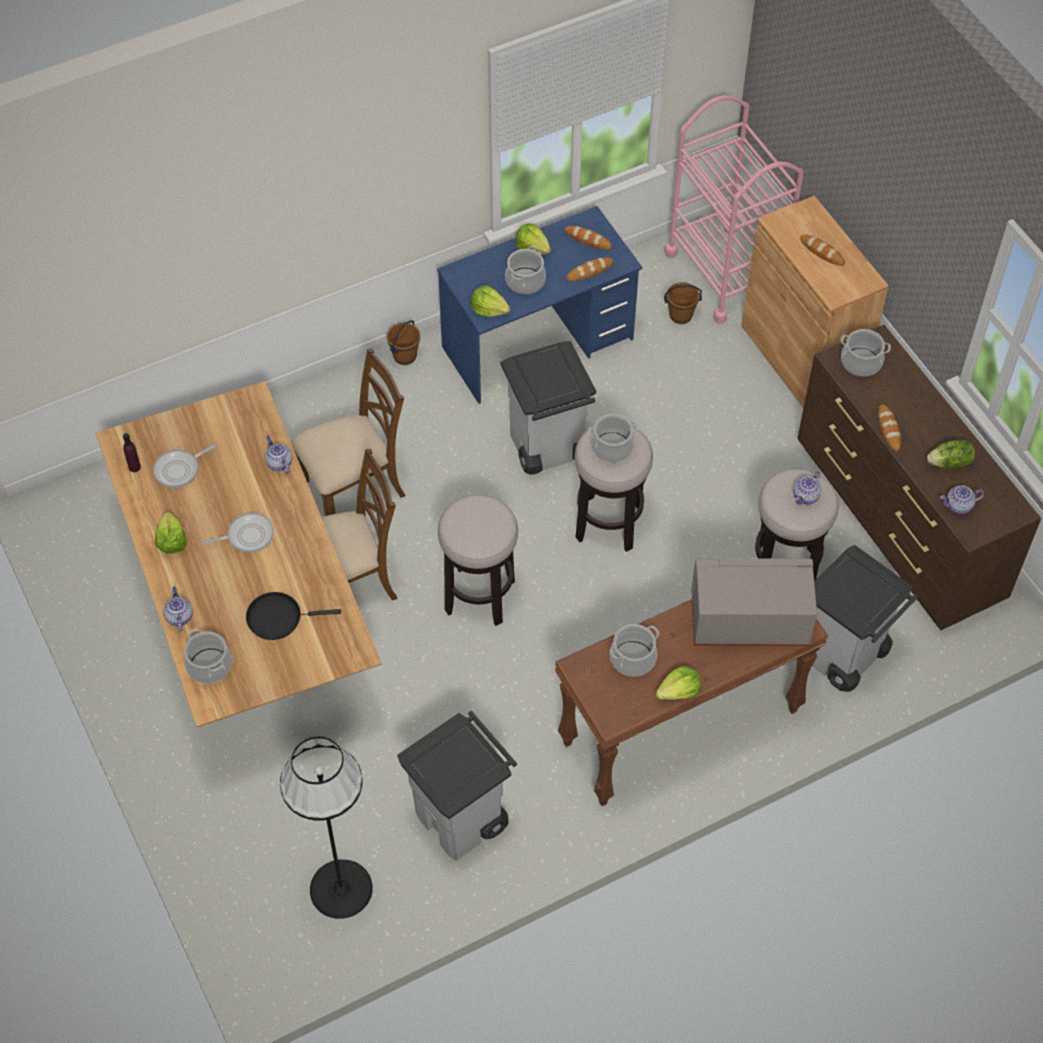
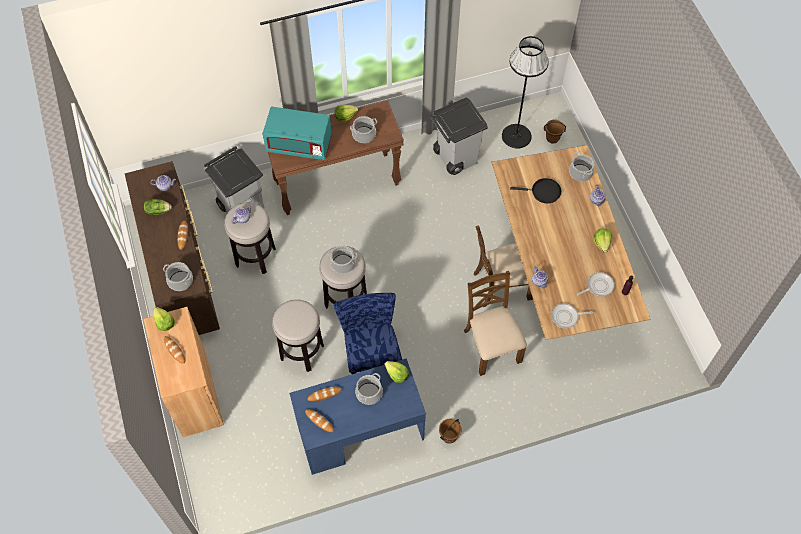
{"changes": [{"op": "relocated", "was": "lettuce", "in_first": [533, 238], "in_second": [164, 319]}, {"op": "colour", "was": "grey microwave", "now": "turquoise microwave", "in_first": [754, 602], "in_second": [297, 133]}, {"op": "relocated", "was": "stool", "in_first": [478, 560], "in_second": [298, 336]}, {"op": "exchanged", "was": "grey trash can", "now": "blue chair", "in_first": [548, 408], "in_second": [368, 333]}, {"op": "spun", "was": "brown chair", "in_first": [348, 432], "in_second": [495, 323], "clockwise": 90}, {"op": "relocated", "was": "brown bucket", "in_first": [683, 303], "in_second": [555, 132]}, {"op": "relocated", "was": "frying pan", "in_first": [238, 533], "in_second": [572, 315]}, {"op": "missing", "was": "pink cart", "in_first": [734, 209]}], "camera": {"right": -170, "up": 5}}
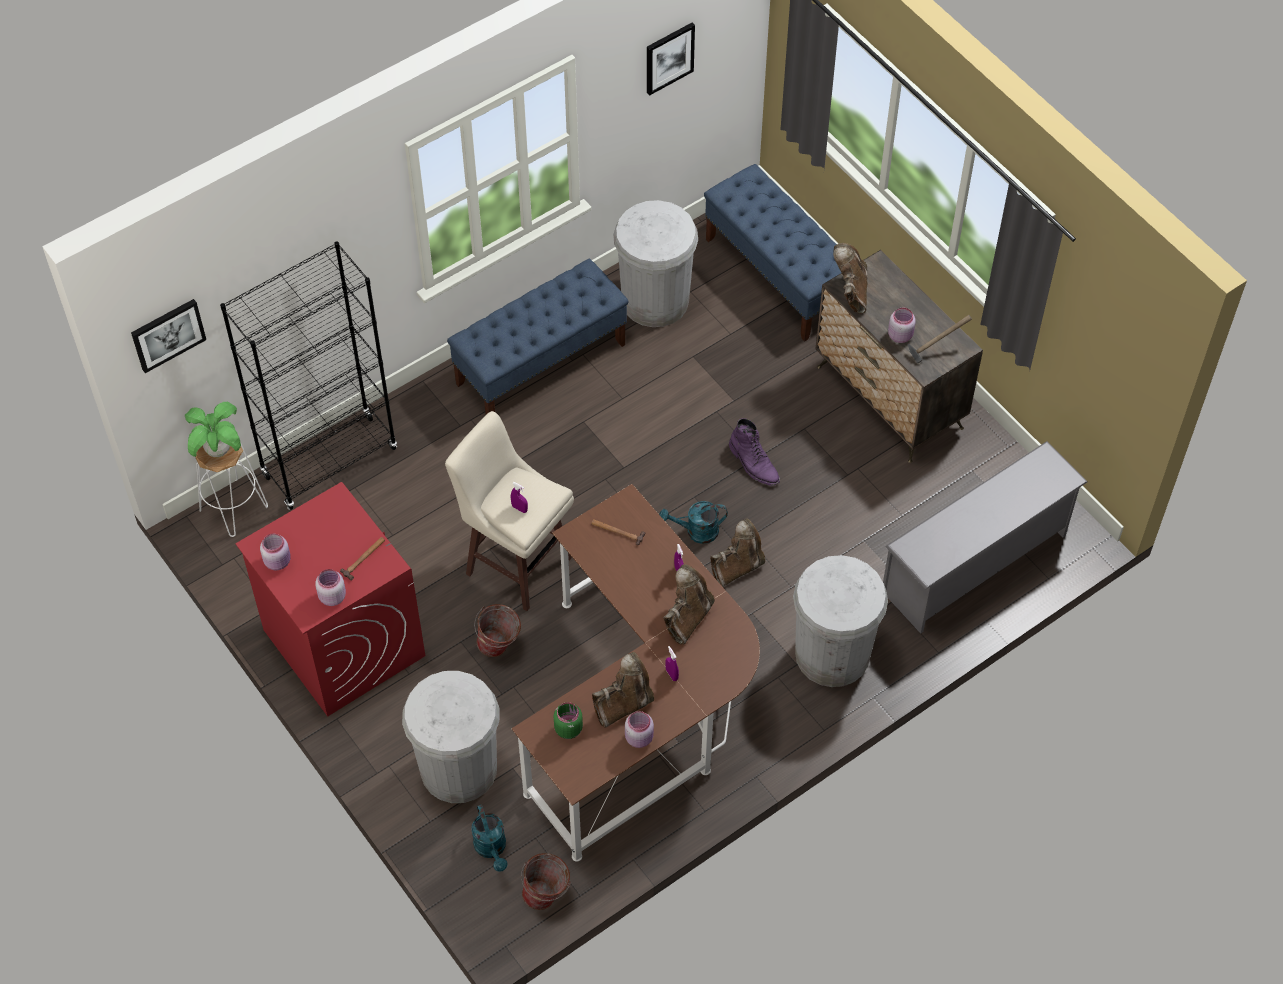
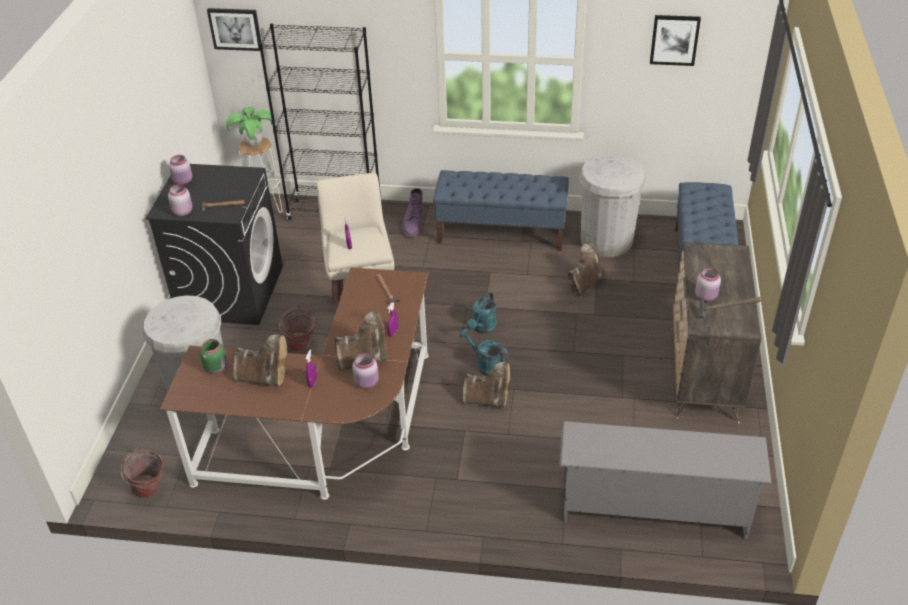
{"changes": [{"op": "colour", "was": "red washing machine", "now": "black washing machine", "in_first": [330, 599], "in_second": [214, 244]}, {"op": "relocated", "was": "pink jar", "in_first": [639, 729], "in_second": [365, 371]}, {"op": "relocated", "was": "purple boot", "in_first": [754, 452], "in_second": [412, 212]}, {"op": "relocated", "was": "turquoise watering can", "in_first": [489, 838], "in_second": [482, 313]}, {"op": "relocated", "was": "brown boot", "in_first": [850, 278], "in_second": [586, 269]}, {"op": "missing", "was": "white trash can", "in_first": [840, 621]}], "camera": {"right": 45, "up": -15}}
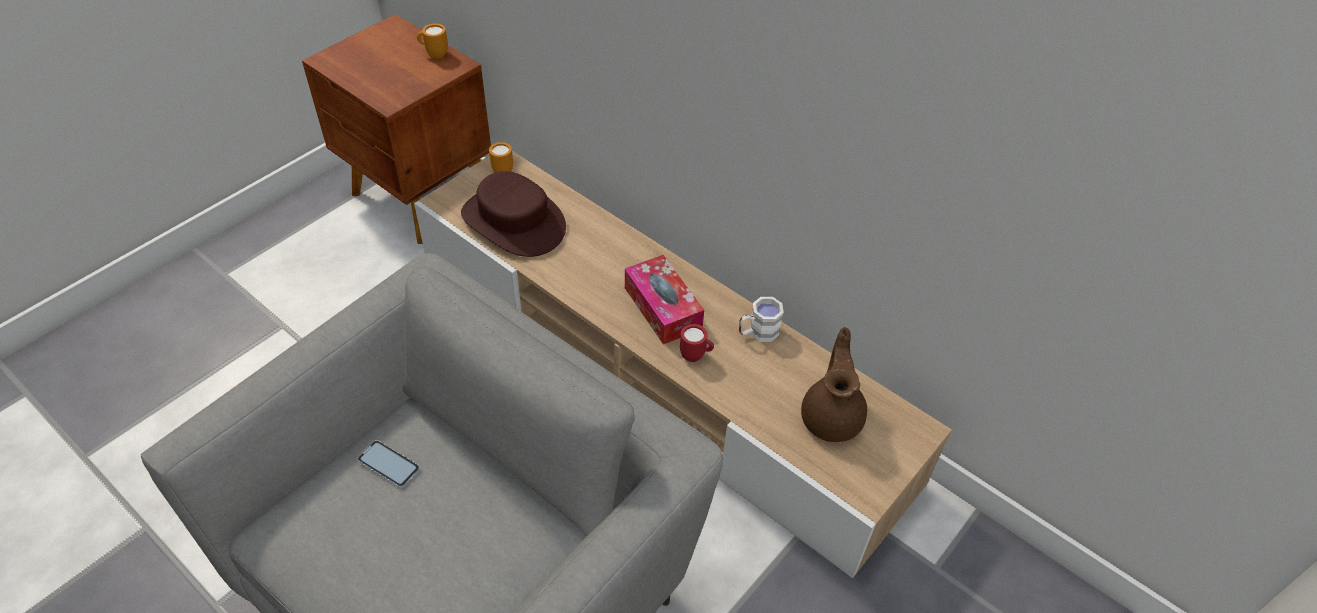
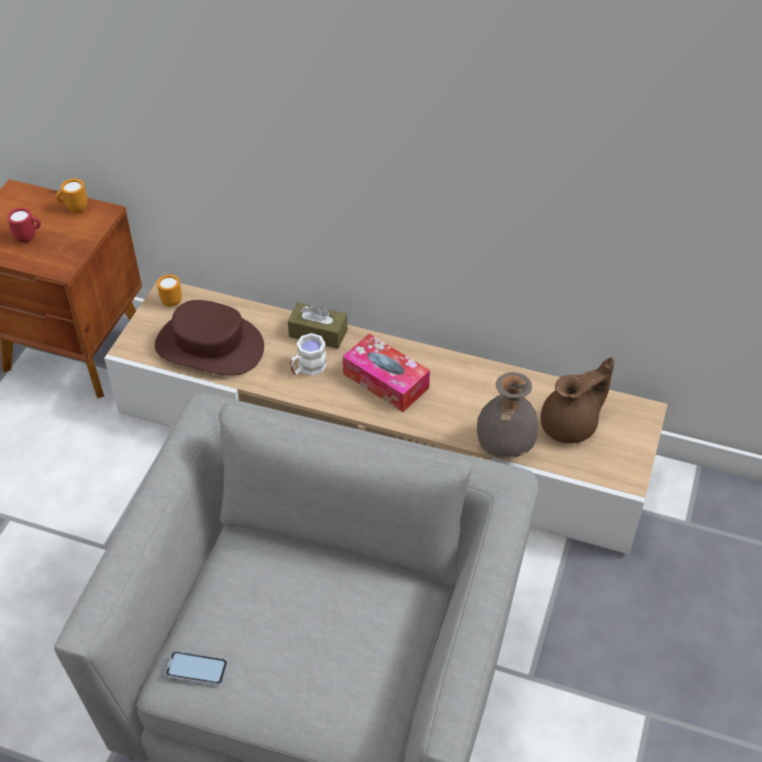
{"changes": [{"op": "relocated", "was": "red mug", "in_first": [697, 343], "in_second": [24, 225]}, {"op": "relocated", "was": "phone", "in_first": [388, 464], "in_second": [196, 668]}, {"op": "appeared", "now": "brown tissue box", "in_second": [318, 325]}, {"op": "relocated", "was": "white mug", "in_first": [761, 319], "in_second": [308, 354]}, {"op": "appeared", "now": "grey vase", "in_second": [507, 415]}, {"op": "spun", "was": "brown teapot", "in_first": [834, 384], "in_second": [577, 400], "clockwise": 75}], "camera": {"right": -20, "up": 0}}
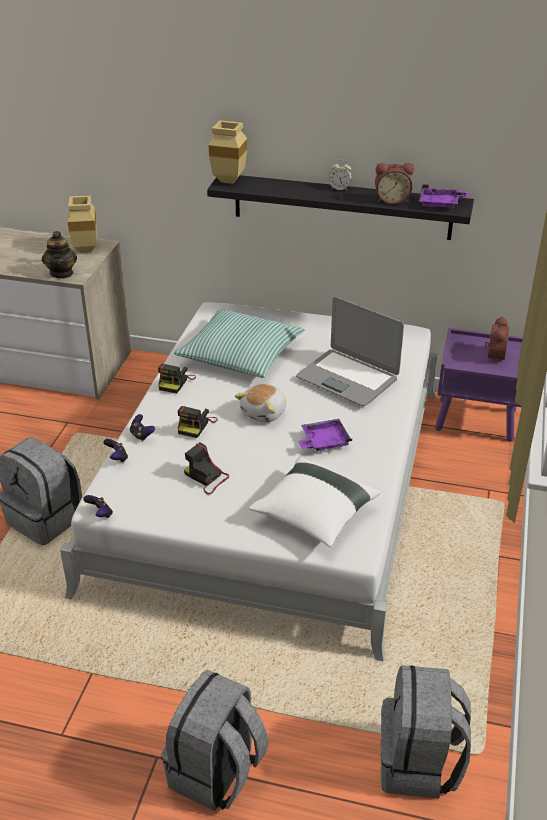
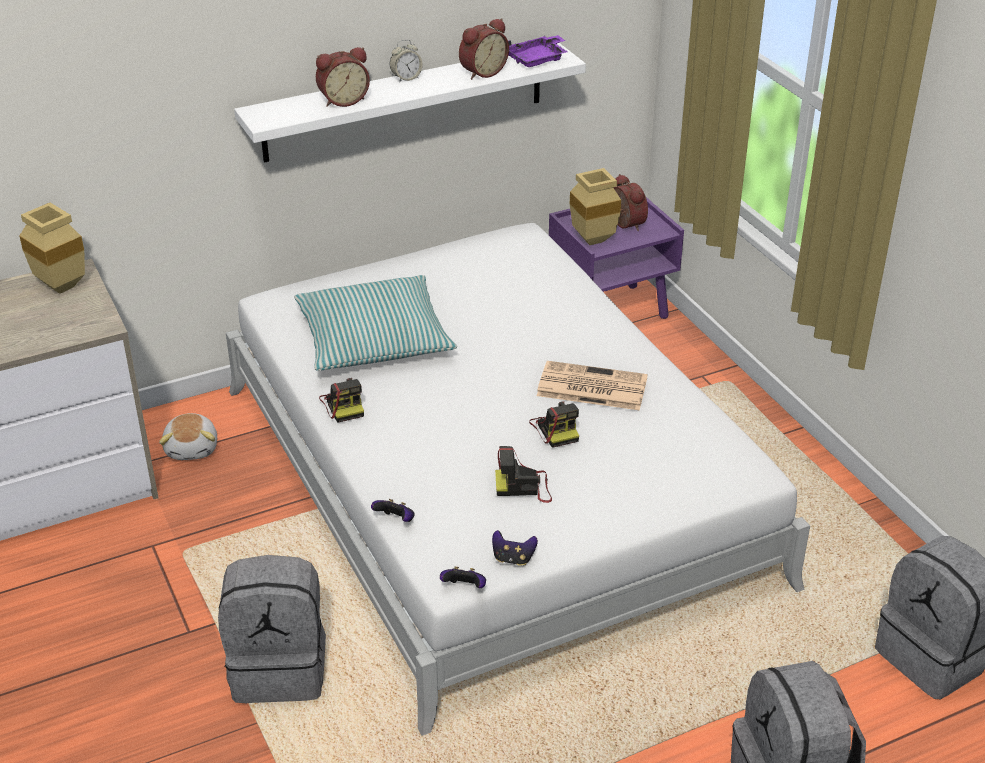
{"changes": [{"op": "relocated", "was": "plush toy", "in_first": [260, 403], "in_second": [188, 436]}, {"op": "colour", "was": "black shelf", "now": "white shelf", "in_first": [340, 207], "in_second": [410, 103]}, {"op": "appeared", "now": "alarm clock", "in_second": [343, 77]}, {"op": "relocated", "was": "game controller", "in_first": [142, 427], "in_second": [515, 548]}, {"op": "relocated", "was": "photo camera", "in_first": [198, 422], "in_second": [554, 424]}, {"op": "exchanged", "was": "purple tray", "now": "newspaper", "in_first": [325, 435], "in_second": [592, 385]}, {"op": "relocated", "was": "beige vase", "in_first": [227, 152], "in_second": [595, 206]}, {"op": "missing", "was": "teapot", "in_first": [59, 254]}, {"op": "missing", "was": "white pillow", "in_first": [314, 502]}, {"op": "missing", "was": "laptop", "in_first": [350, 351]}], "camera": {"right": -40, "up": 0}}
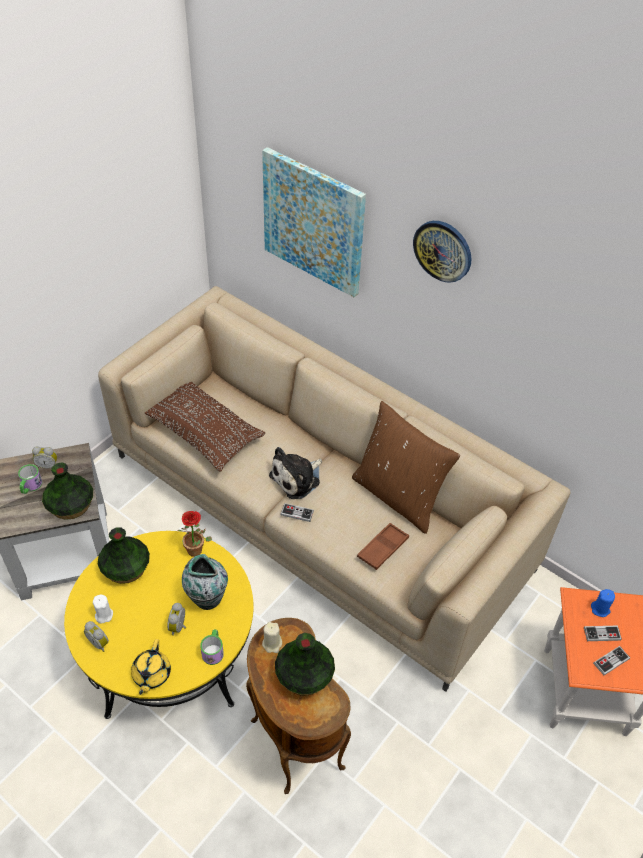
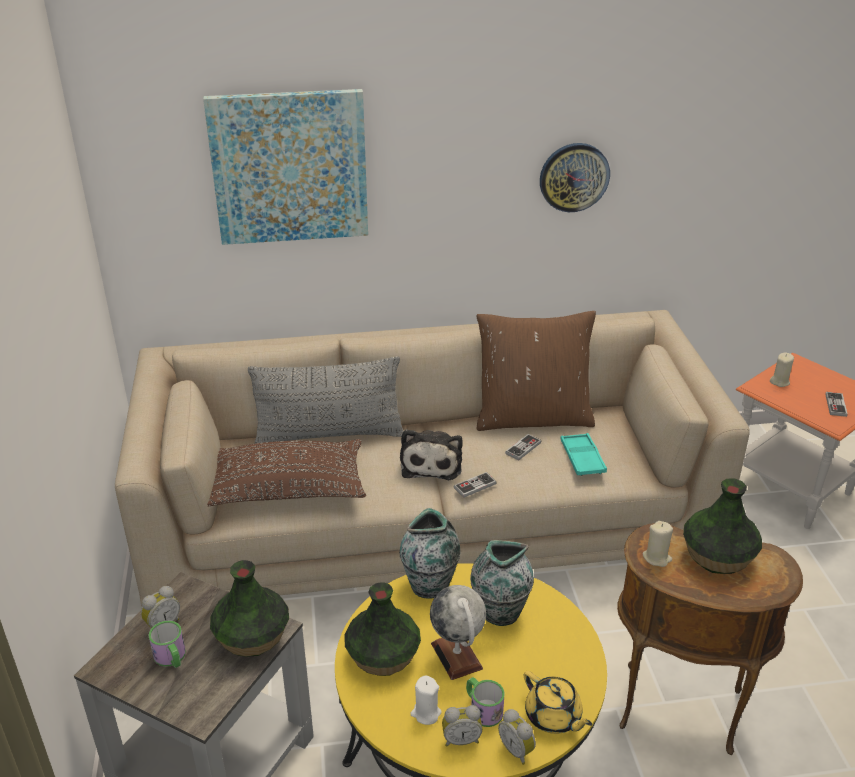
{"changes": [{"op": "appeared", "now": "grey pillow", "in_second": [326, 400]}, {"op": "exchanged", "was": "potted plant", "now": "vase", "in_first": [195, 534], "in_second": [430, 553]}, {"op": "appeared", "now": "globe", "in_second": [458, 632]}, {"op": "relocated", "was": "mug", "in_first": [212, 647], "in_second": [485, 702]}, {"op": "relocated", "was": "alarm clock", "in_first": [176, 619], "in_second": [517, 737]}, {"op": "relocated", "was": "game controller", "in_first": [603, 633], "in_second": [523, 447]}, {"op": "relocated", "was": "wall clock", "in_first": [442, 252], "in_second": [575, 177]}, {"op": "colour", "was": "brown tray", "now": "turquoise tray", "in_first": [383, 546], "in_second": [583, 454]}, {"op": "colour", "was": "blue candle", "now": "beige candle", "in_first": [603, 603], "in_second": [782, 369]}], "camera": {"right": -45, "up": -15}}
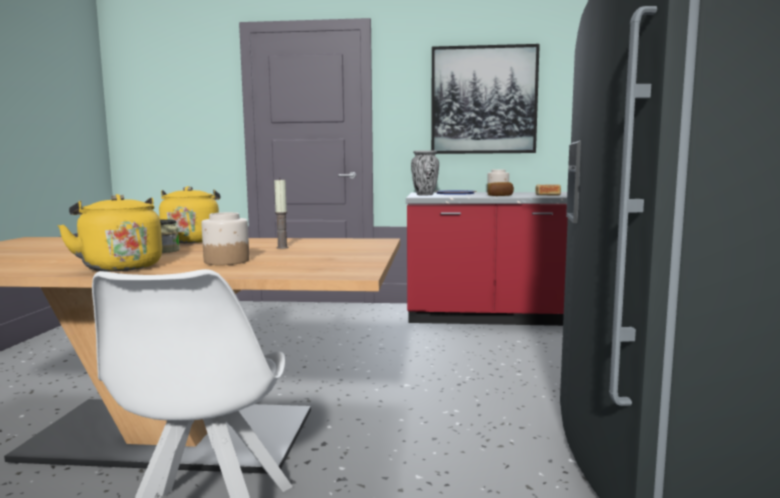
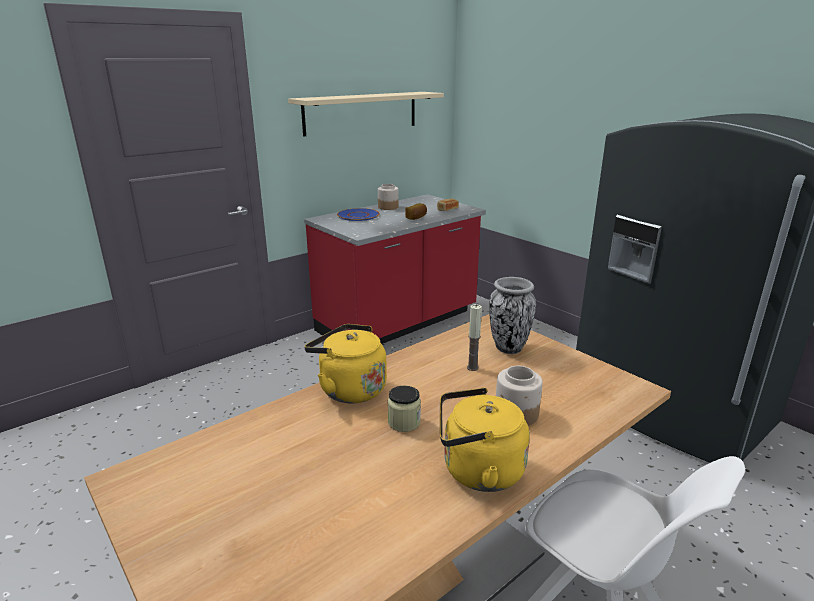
{"changes": [{"op": "exchanged", "was": "picture", "now": "beige shelf", "in_first": [485, 99], "in_second": [366, 114]}, {"op": "relocated", "was": "vase", "in_first": [425, 172], "in_second": [512, 315]}], "camera": {"right": -45, "up": 15}}
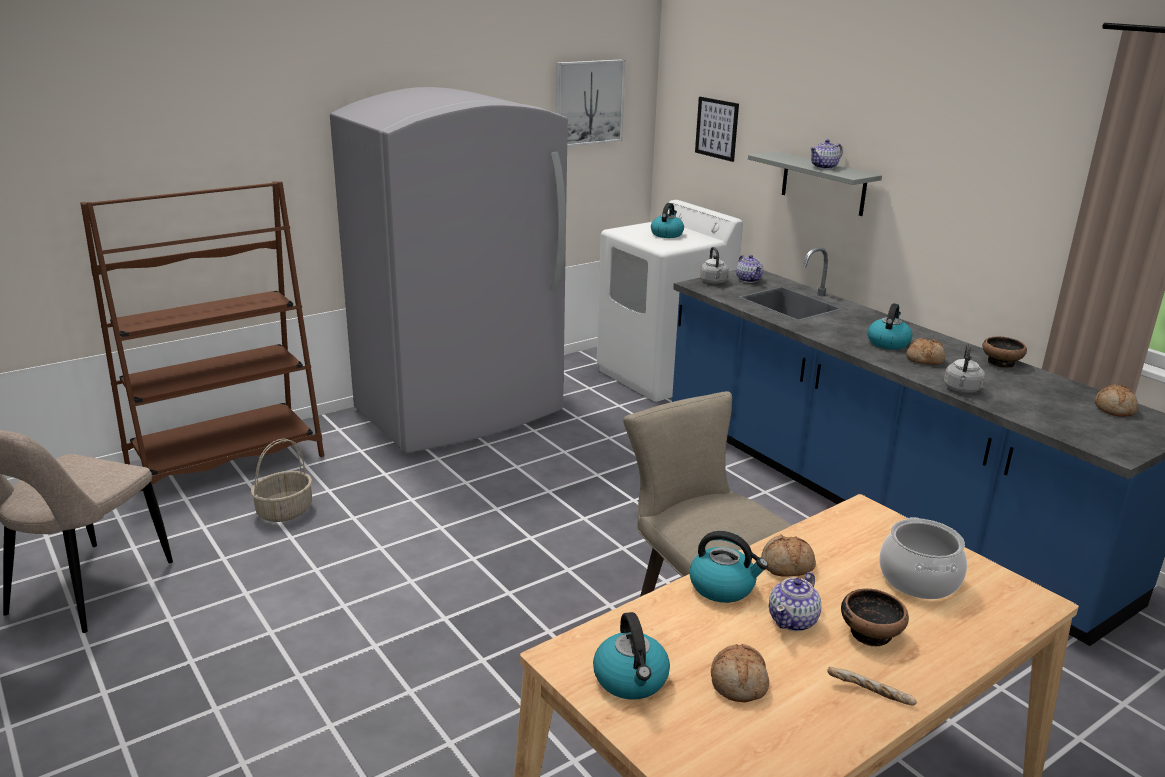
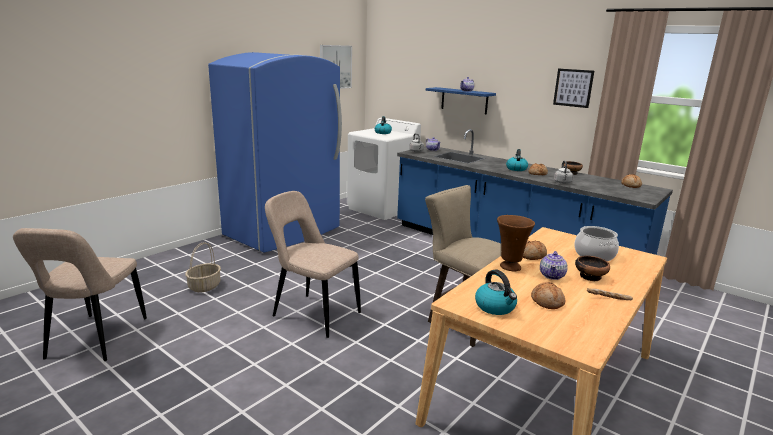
{"changes": [{"op": "colour", "was": "grey fridge", "now": "blue fridge", "in_first": [449, 270], "in_second": [275, 152]}, {"op": "appeared", "now": "beige chair", "in_second": [313, 264]}, {"op": "colour", "was": "grey shelf", "now": "blue shelf", "in_first": [815, 183], "in_second": [461, 100]}, {"op": "exchanged", "was": "kettle", "now": "brown vase", "in_first": [728, 567], "in_second": [516, 243]}, {"op": "relocated", "was": "picture", "in_first": [717, 129], "in_second": [573, 88]}, {"op": "missing", "was": "brown bookcase", "in_first": [202, 332]}], "camera": {"right": -15, "up": -5}}
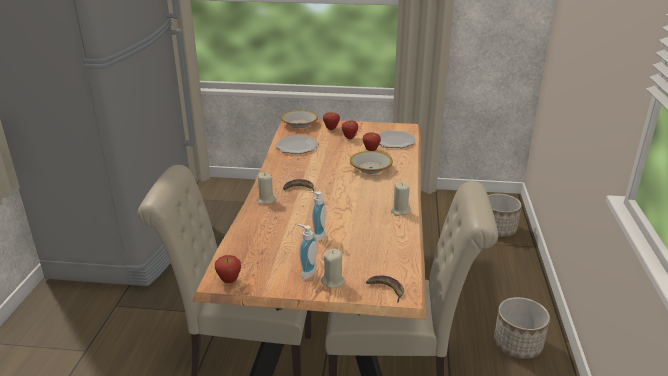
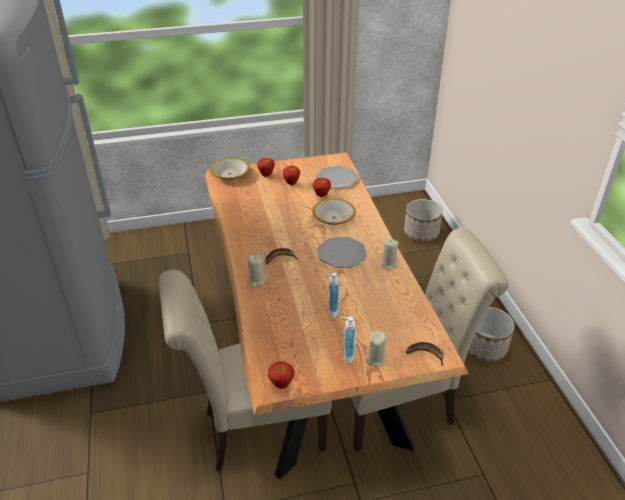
{"changes": [{"op": "relocated", "was": "plate", "in_first": [297, 145], "in_second": [342, 252]}], "camera": {"right": -20, "up": 10}}
